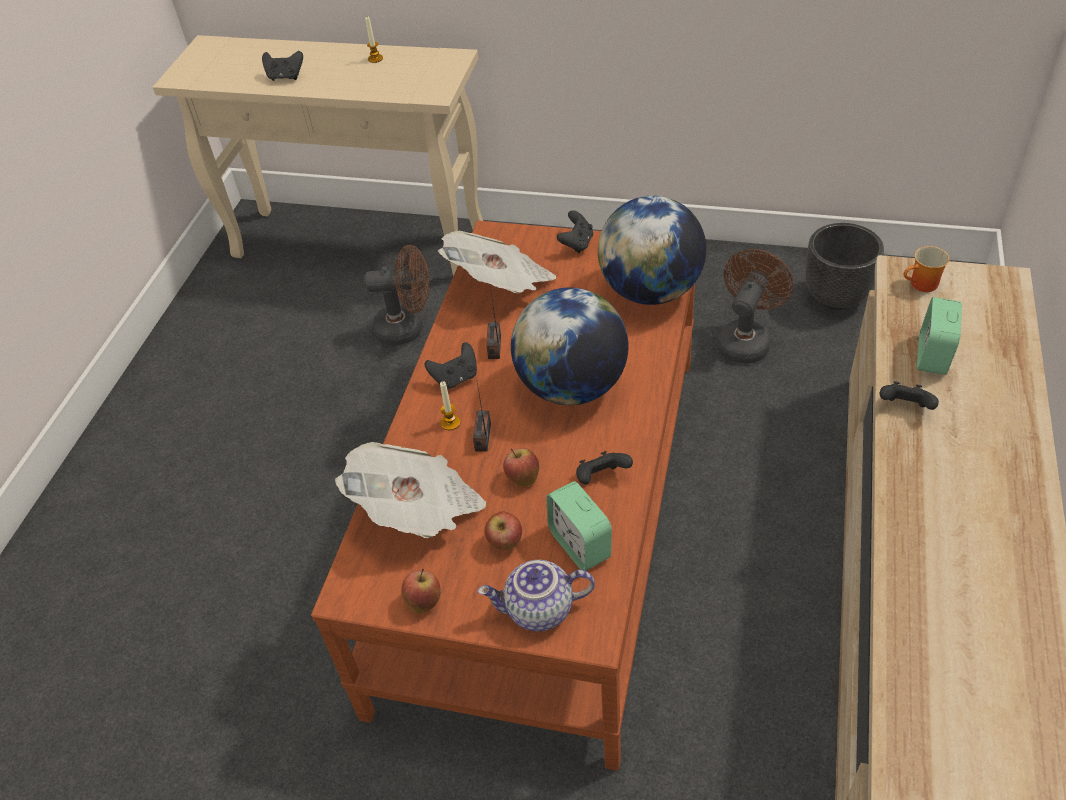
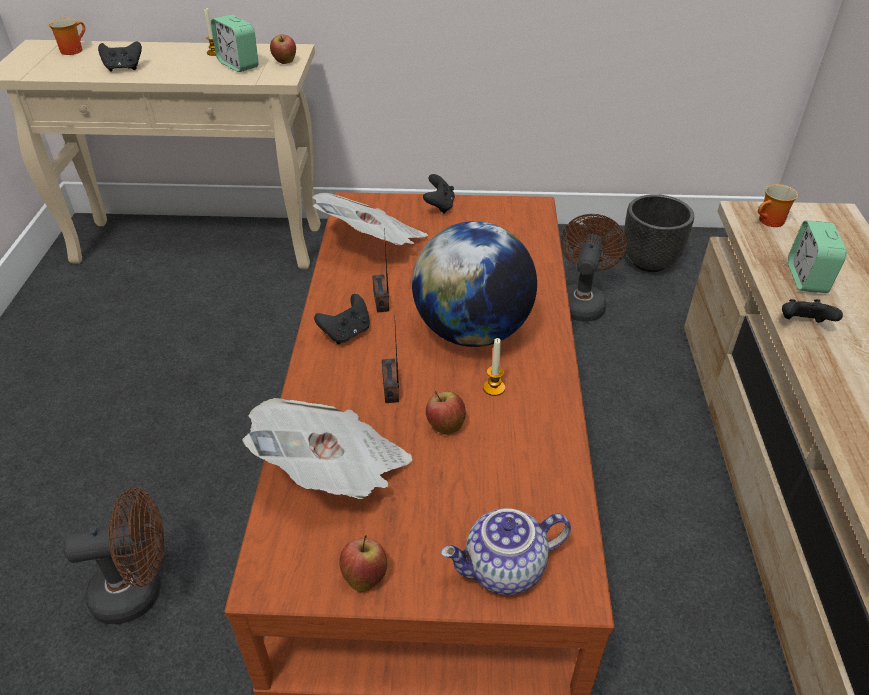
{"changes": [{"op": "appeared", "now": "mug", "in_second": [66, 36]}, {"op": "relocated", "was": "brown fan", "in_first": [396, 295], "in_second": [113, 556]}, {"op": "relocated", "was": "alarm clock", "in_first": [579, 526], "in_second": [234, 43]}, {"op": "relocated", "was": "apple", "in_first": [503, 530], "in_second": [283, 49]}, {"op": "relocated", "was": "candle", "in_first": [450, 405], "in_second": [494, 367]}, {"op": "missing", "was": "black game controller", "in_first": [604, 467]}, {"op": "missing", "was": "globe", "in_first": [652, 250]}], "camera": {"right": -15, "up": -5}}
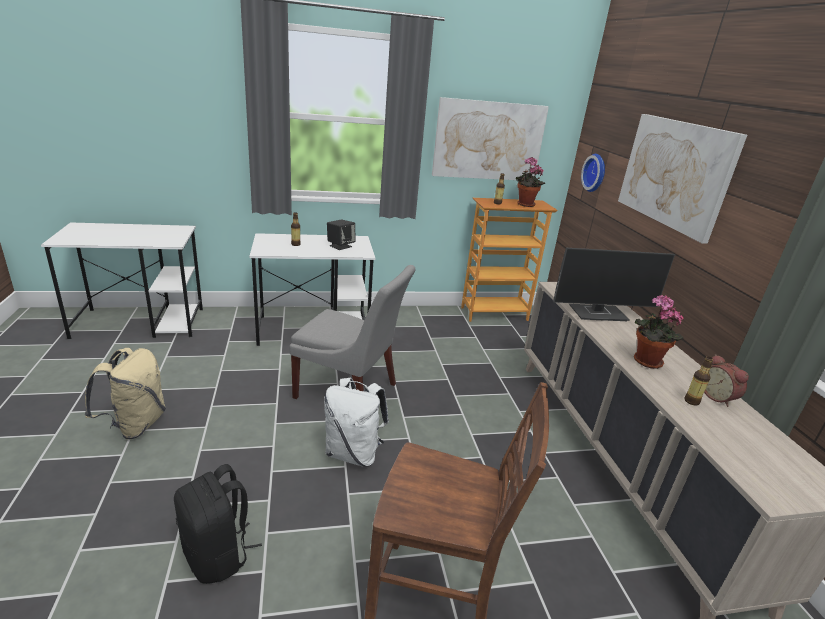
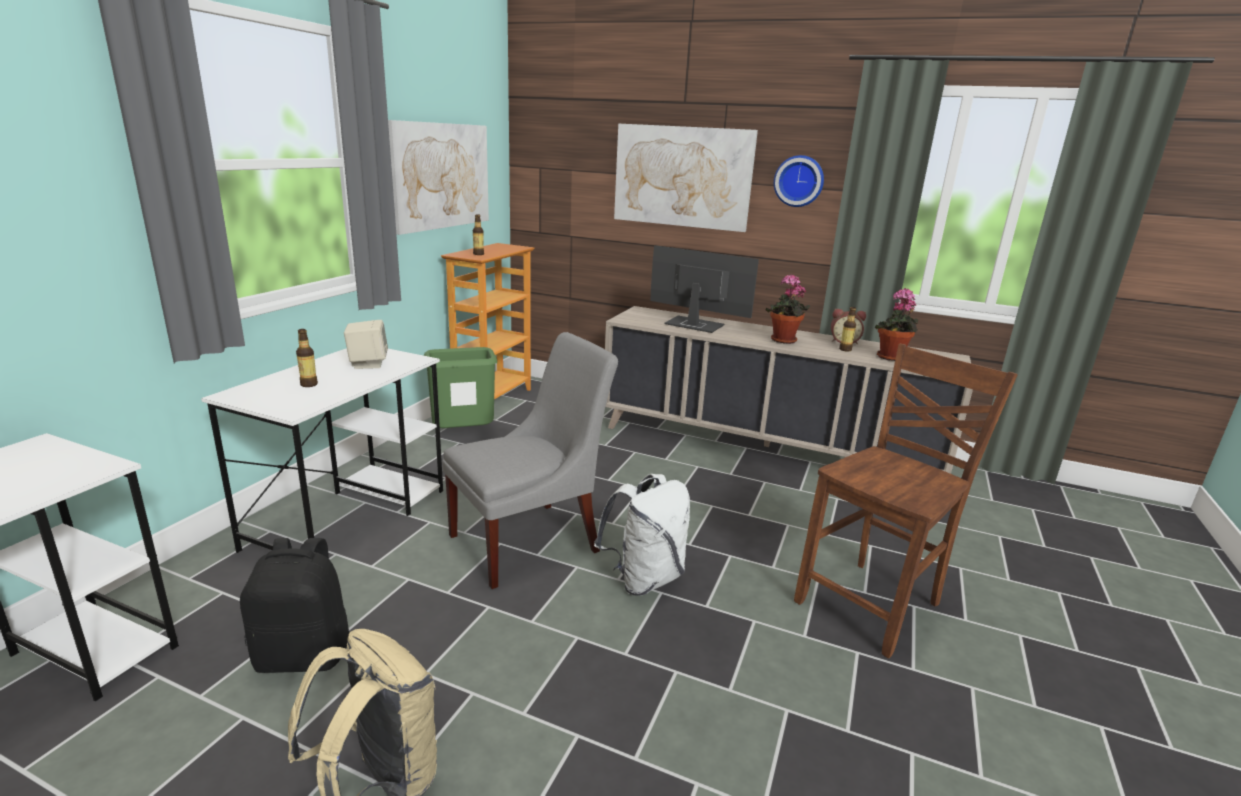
{"changes": [{"op": "relocated", "was": "black backpack", "in_first": [218, 524], "in_second": [294, 605]}, {"op": "colour", "was": "black speaker", "now": "beige speaker", "in_first": [341, 235], "in_second": [366, 344]}, {"op": "appeared", "now": "green trash can", "in_second": [461, 387]}, {"op": "spun", "was": "monitor", "in_first": [614, 284], "in_second": [705, 289], "clockwise": -90}, {"op": "relocated", "was": "wall clock", "in_first": [593, 173], "in_second": [799, 181]}, {"op": "relocated", "was": "potted plant", "in_first": [530, 182], "in_second": [897, 324]}], "camera": {"right": -55, "up": -5}}
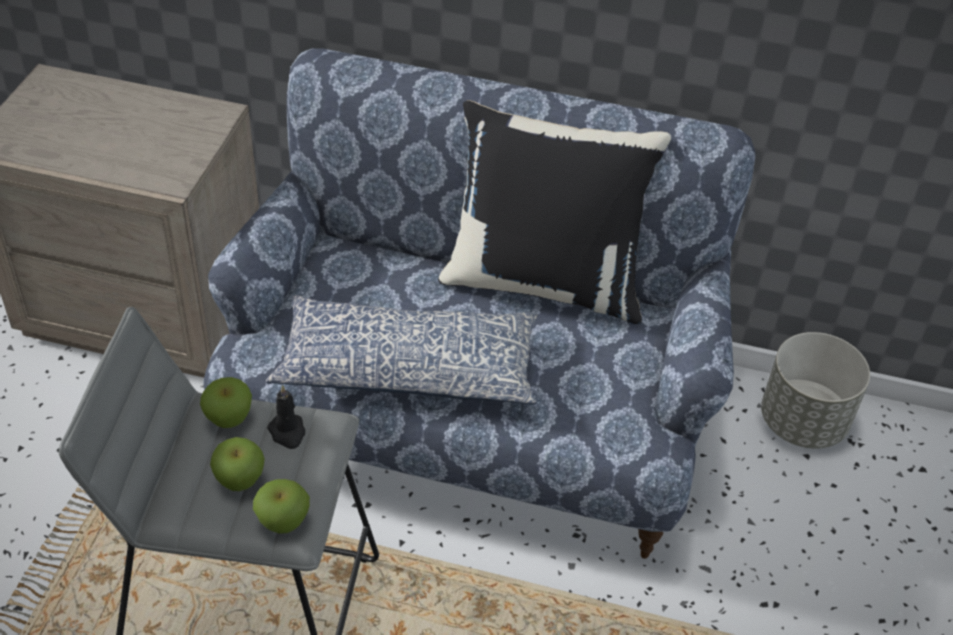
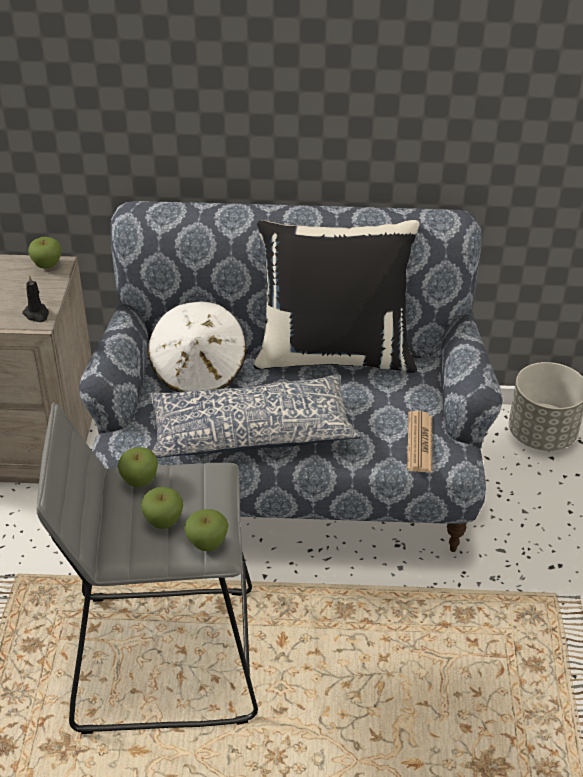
{"changes": [{"op": "relocated", "was": "black candle", "in_first": [286, 417], "in_second": [35, 298]}, {"op": "appeared", "now": "apple", "in_second": [44, 253]}, {"op": "appeared", "now": "white hat", "in_second": [197, 346]}, {"op": "appeared", "now": "newspaper", "in_second": [419, 441]}], "camera": {"right": -10, "up": -5}}
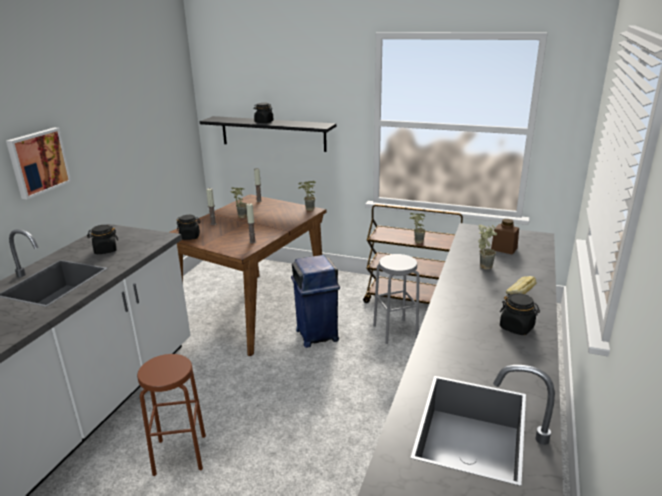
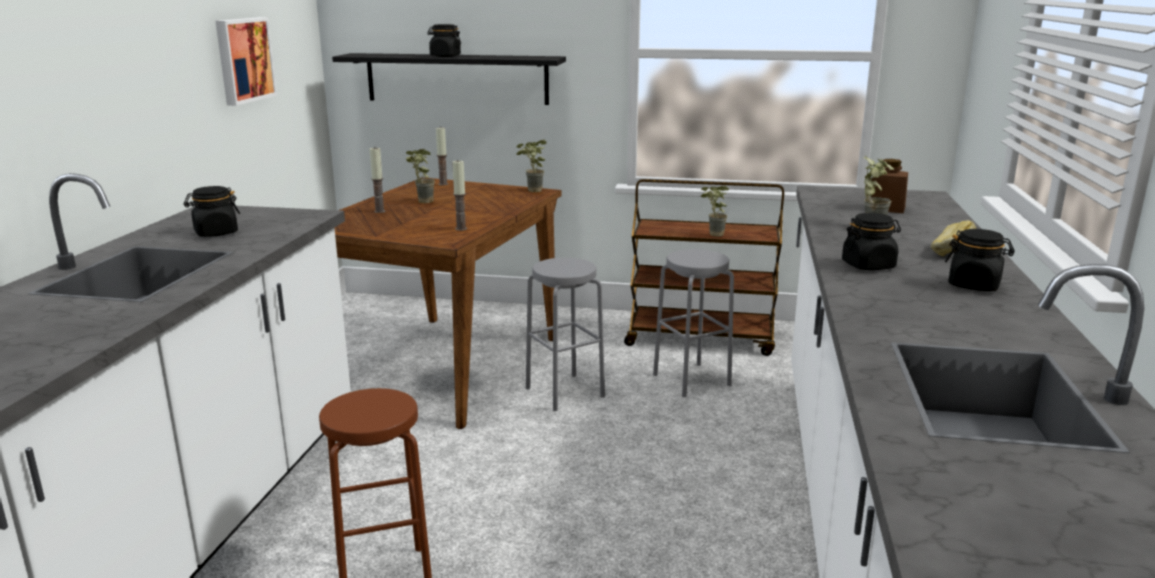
{"changes": [{"op": "relocated", "was": "picture", "in_first": [39, 163], "in_second": [246, 61]}, {"op": "exchanged", "was": "blue trash can", "now": "grey stool", "in_first": [315, 301], "in_second": [565, 334]}, {"op": "relocated", "was": "black jar", "in_first": [188, 227], "in_second": [871, 241]}], "camera": {"right": -10, "up": -5}}
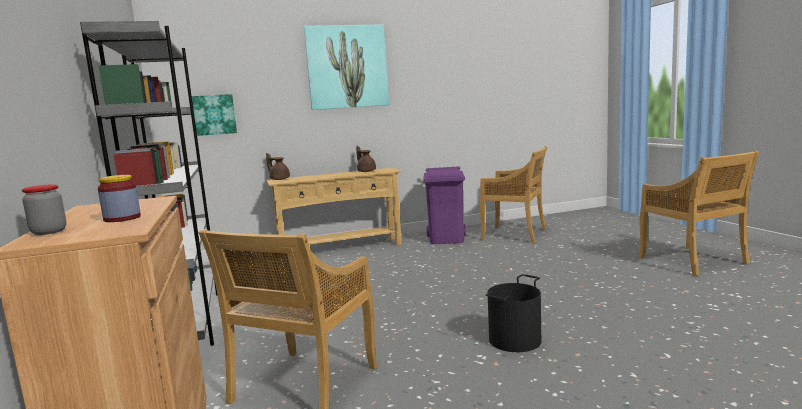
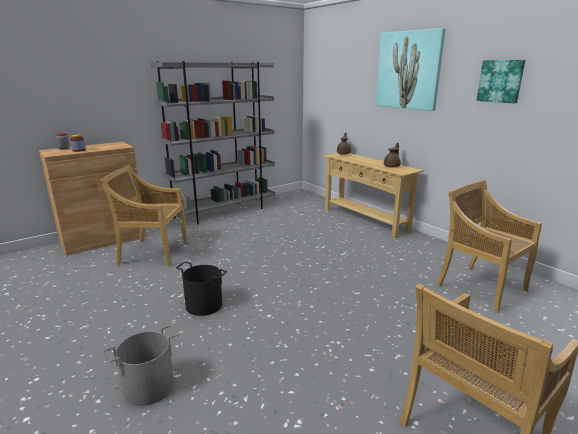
{"changes": [{"op": "appeared", "now": "grey bucket", "in_second": [140, 365]}, {"op": "spun", "was": "beige chair", "in_first": [513, 194], "in_second": [489, 246], "clockwise": 135}, {"op": "relocated", "was": "picture", "in_first": [214, 115], "in_second": [501, 82]}, {"op": "missing", "was": "purple trash can", "in_first": [444, 205]}], "camera": {"right": 70, "up": 10}}
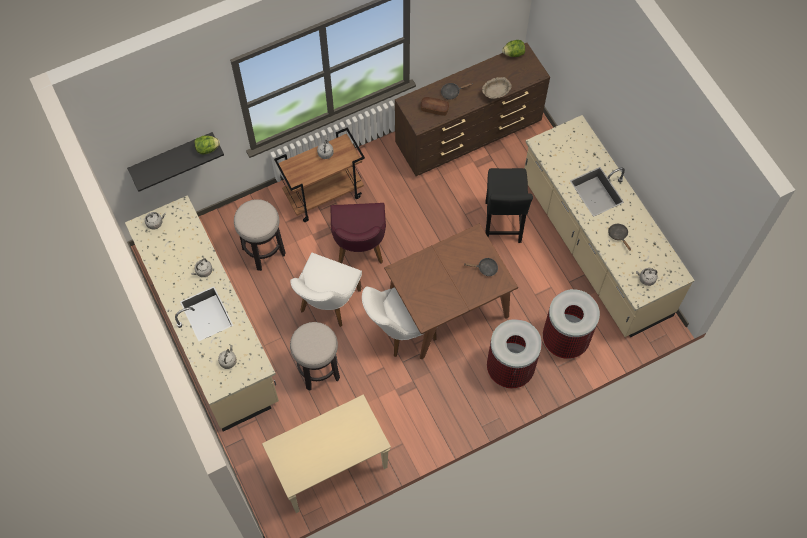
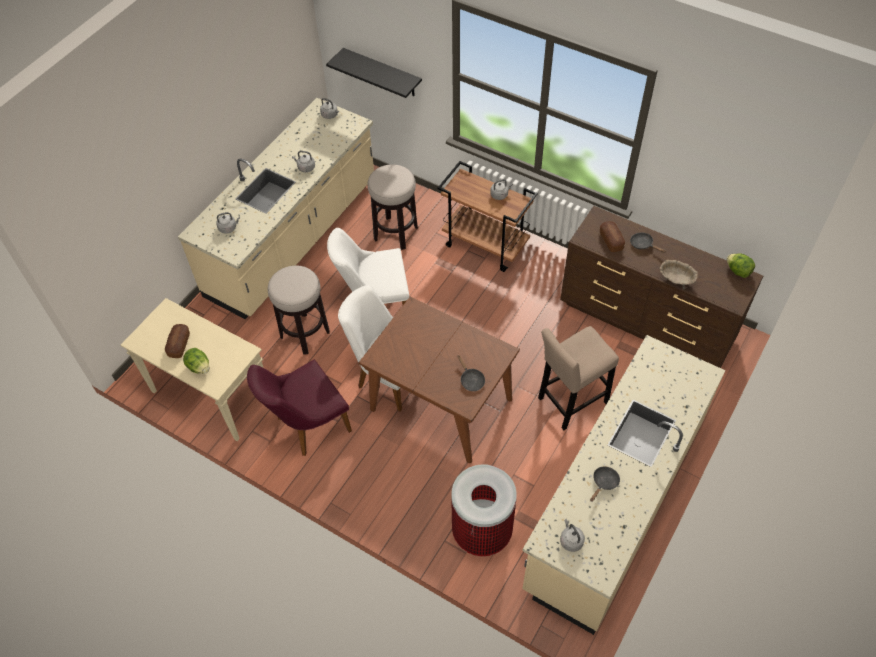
{"changes": [{"op": "appeared", "now": "bread", "in_second": [177, 341]}, {"op": "relocated", "was": "lettuce", "in_first": [207, 145], "in_second": [196, 361]}, {"op": "relocated", "was": "purple chair", "in_first": [358, 233], "in_second": [299, 408]}, {"op": "colour", "was": "black stool", "now": "beige stool", "in_first": [509, 205], "in_second": [578, 378]}, {"op": "missing", "was": "trash can", "in_first": [514, 354]}], "camera": {"right": 60, "up": -10}}
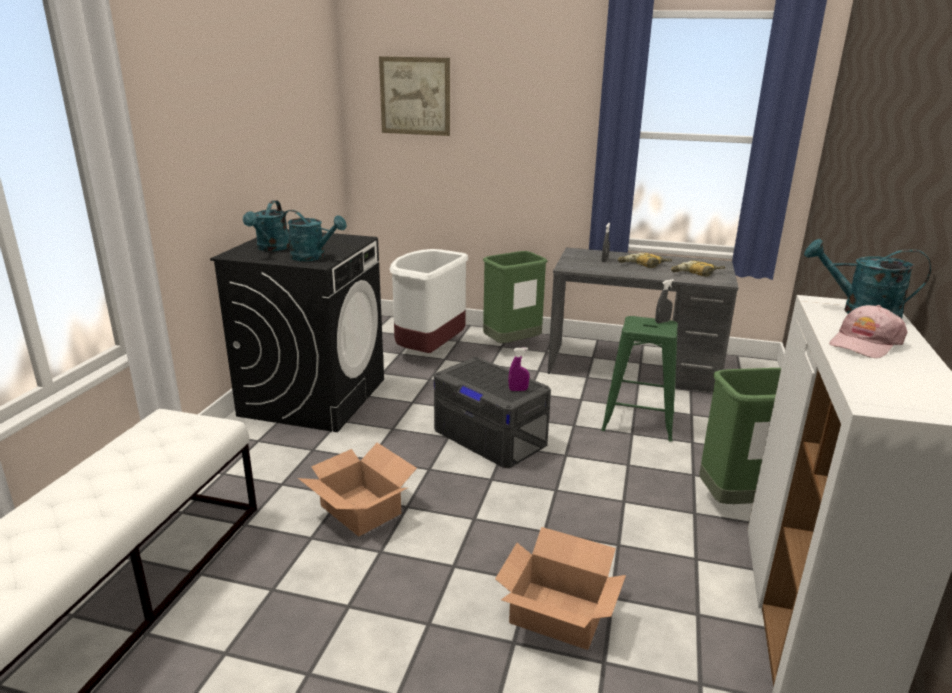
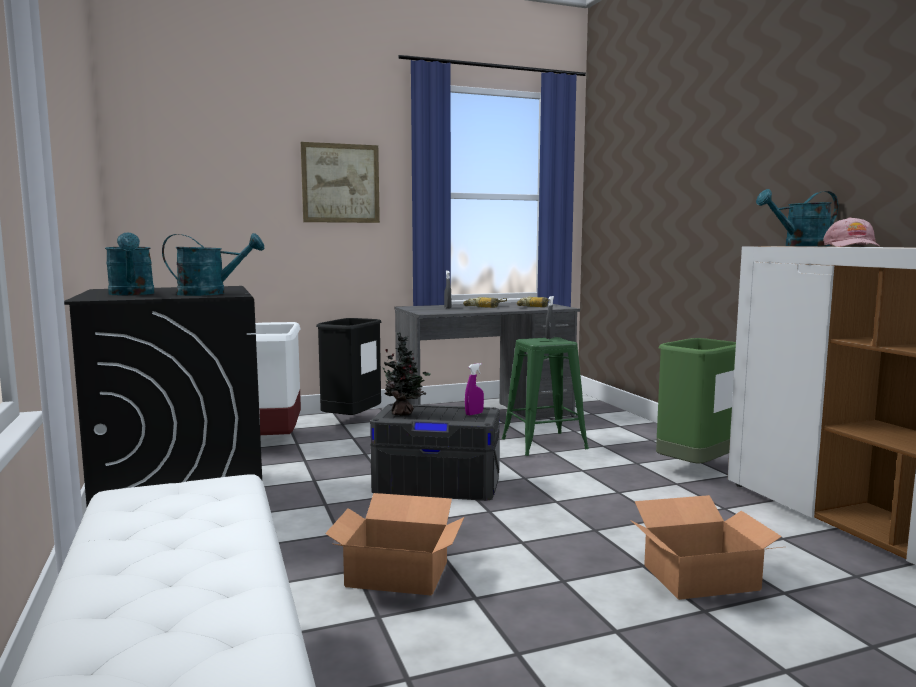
{"changes": [{"op": "relocated", "was": "picture", "in_first": [414, 96], "in_second": [340, 182]}, {"op": "colour", "was": "green trash can", "now": "black trash can", "in_first": [515, 297], "in_second": [348, 366]}, {"op": "appeared", "now": "potted plant", "in_second": [404, 374]}], "camera": {"right": -35, "up": -15}}
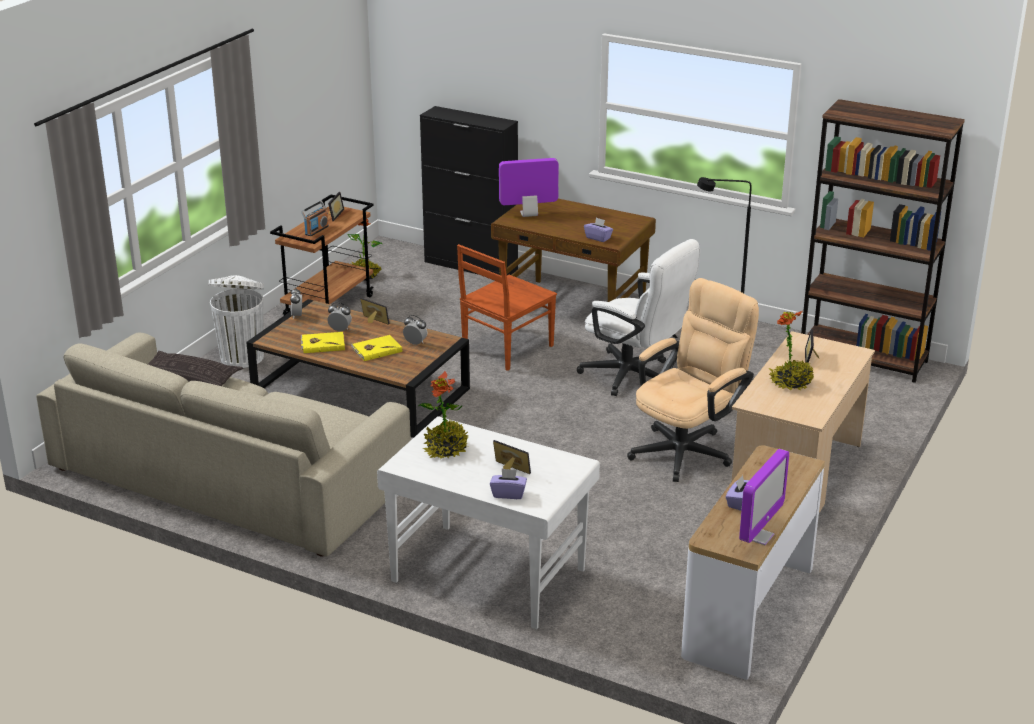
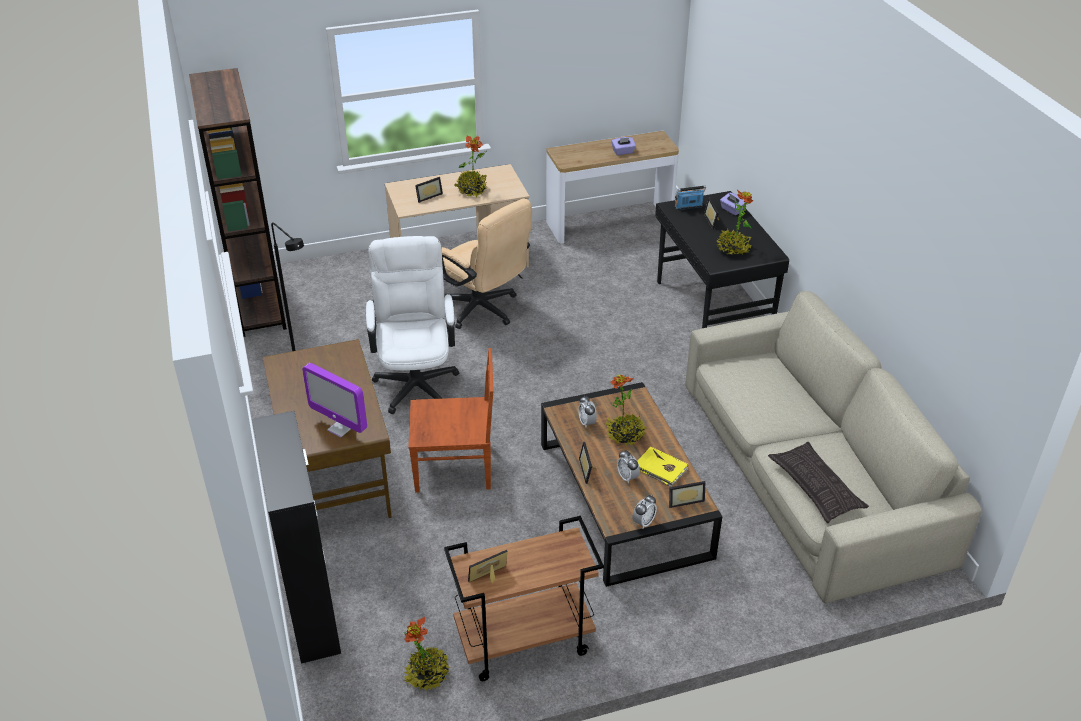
{"changes": [{"op": "spun", "was": "beige office chair", "in_first": [693, 380], "in_second": [487, 264], "clockwise": -135}, {"op": "exchanged", "was": "yellow book", "now": "potted plant", "in_first": [376, 348], "in_second": [626, 410]}, {"op": "colour", "was": "white desk", "now": "black desk", "in_first": [488, 522], "in_second": [722, 259]}, {"op": "appeared", "now": "picture frame", "in_second": [687, 494]}, {"op": "relocated", "was": "radio", "in_first": [315, 218], "in_second": [690, 198]}, {"op": "missing", "was": "white trash can", "in_first": [236, 321]}, {"op": "missing", "was": "purple tissue box", "in_first": [598, 230]}, {"op": "missing", "was": "monitor", "in_first": [764, 497]}], "camera": {"right": -135, "up": 10}}
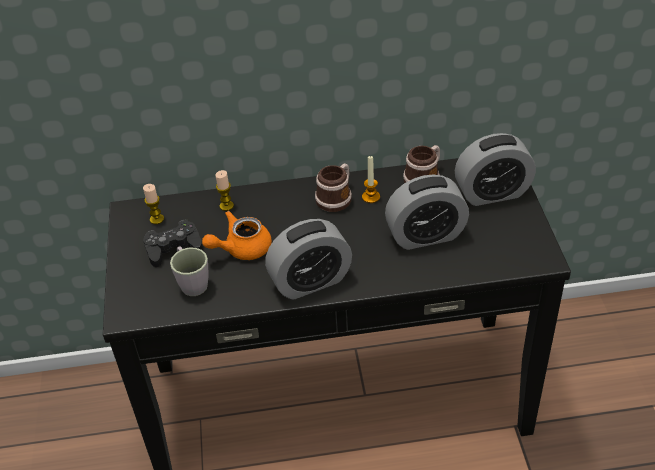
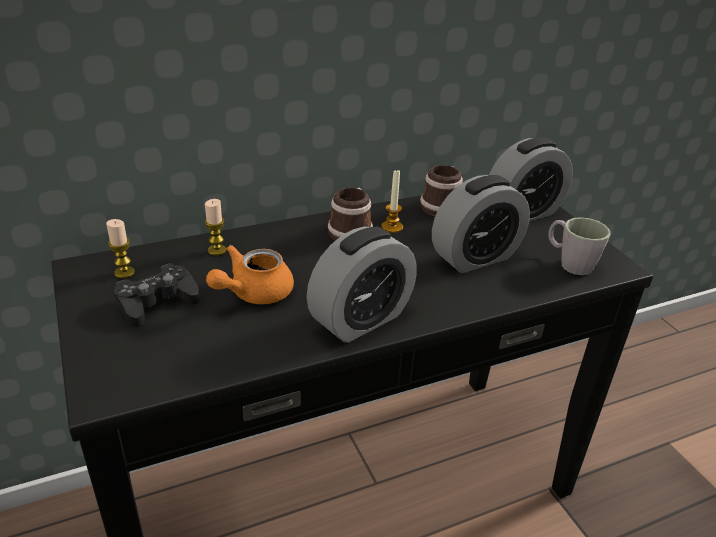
{"changes": [{"op": "relocated", "was": "grey mug", "in_first": [189, 271], "in_second": [579, 246]}], "camera": {"right": -20, "up": -10}}
